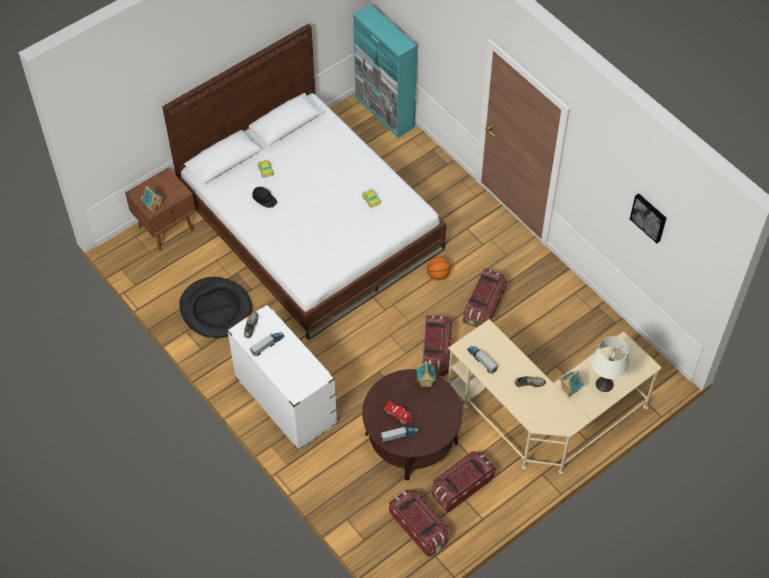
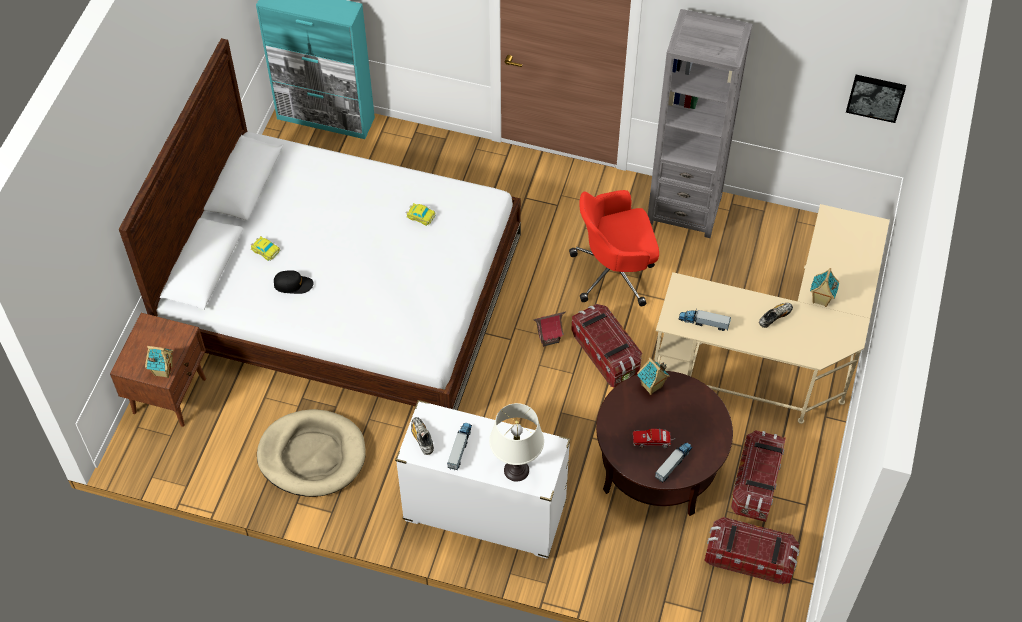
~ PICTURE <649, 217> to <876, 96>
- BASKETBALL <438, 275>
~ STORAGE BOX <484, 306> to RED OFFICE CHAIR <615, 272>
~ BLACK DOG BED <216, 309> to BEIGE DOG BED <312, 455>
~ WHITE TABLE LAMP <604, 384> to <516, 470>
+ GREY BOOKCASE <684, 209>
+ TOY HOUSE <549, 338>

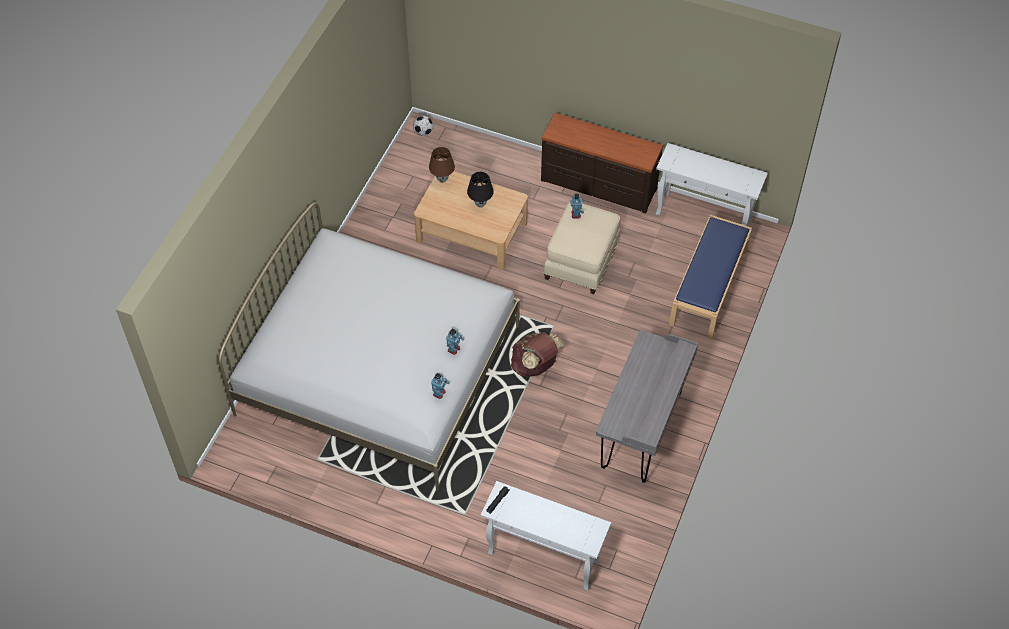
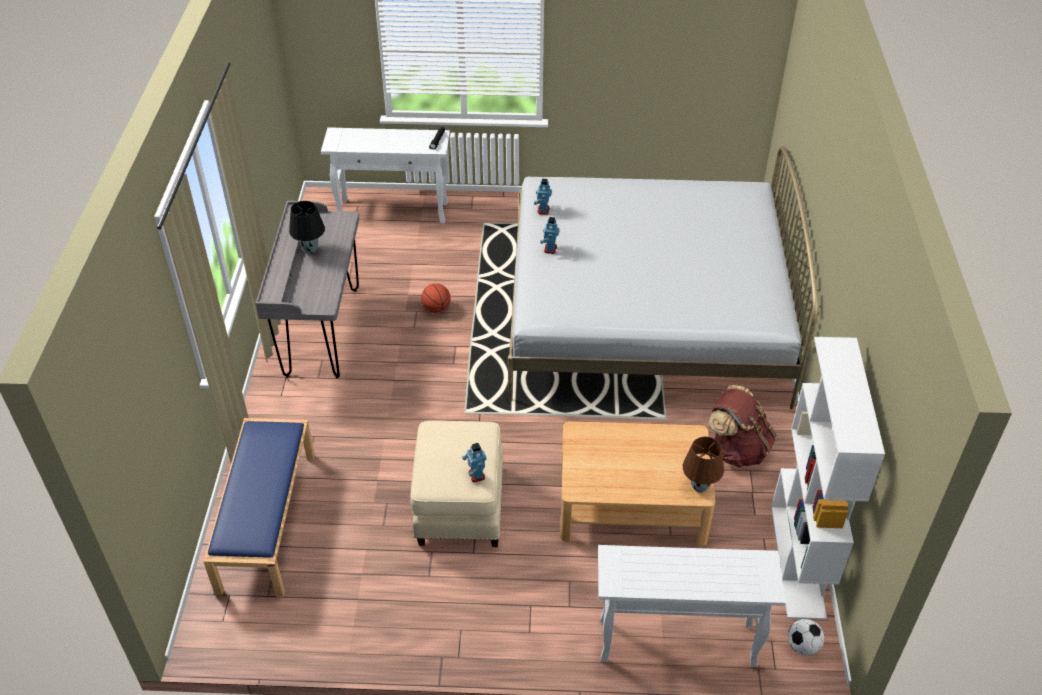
- BROWN DRESSER <598, 185>
~ WHITE CONSOLE TABLE <704, 217> to <675, 643>
~ BLACK TABLE LAMP <481, 204> to <310, 250>
~ BROWN BACKPACK <535, 366> to <737, 449>
+ BASKETBALL <436, 308>
+ WHITE BOOKCASE <798, 561>

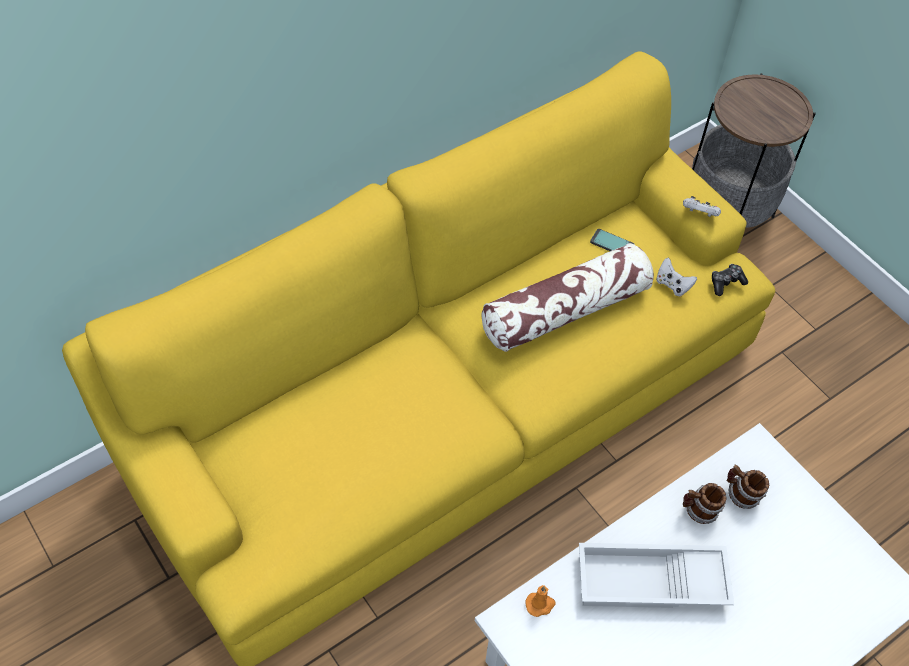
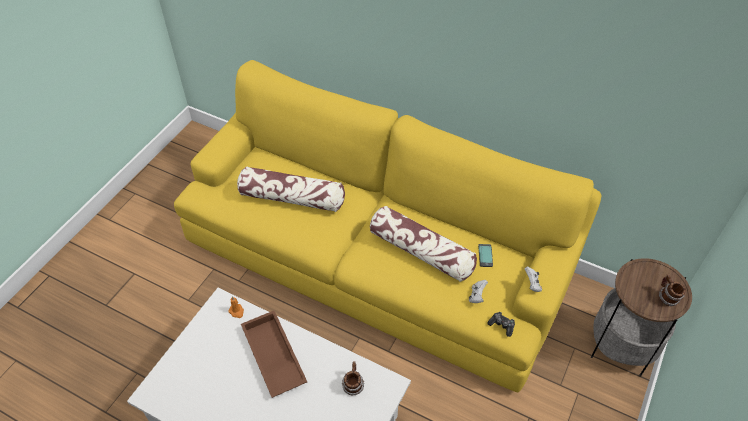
~ MUG <699, 511> to <666, 297>
~ WHITE TRAY <650, 583> to BROWN TRAY <272, 357>
+ PILLOW <292, 198>

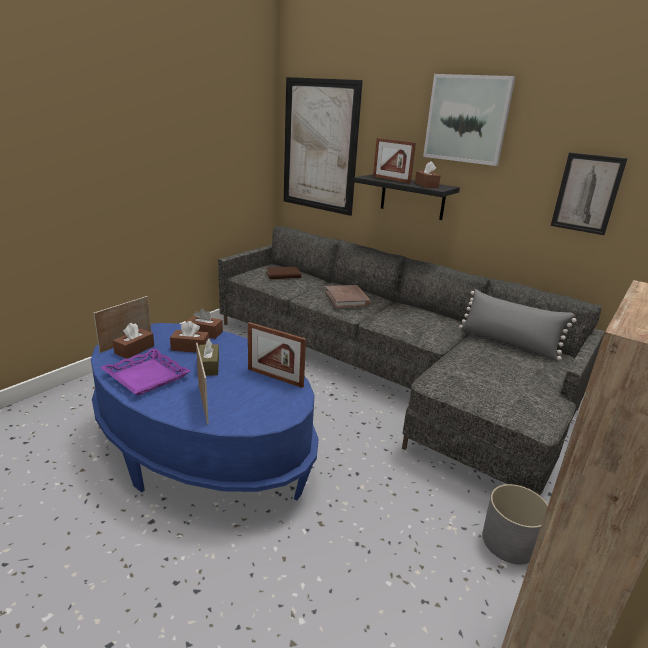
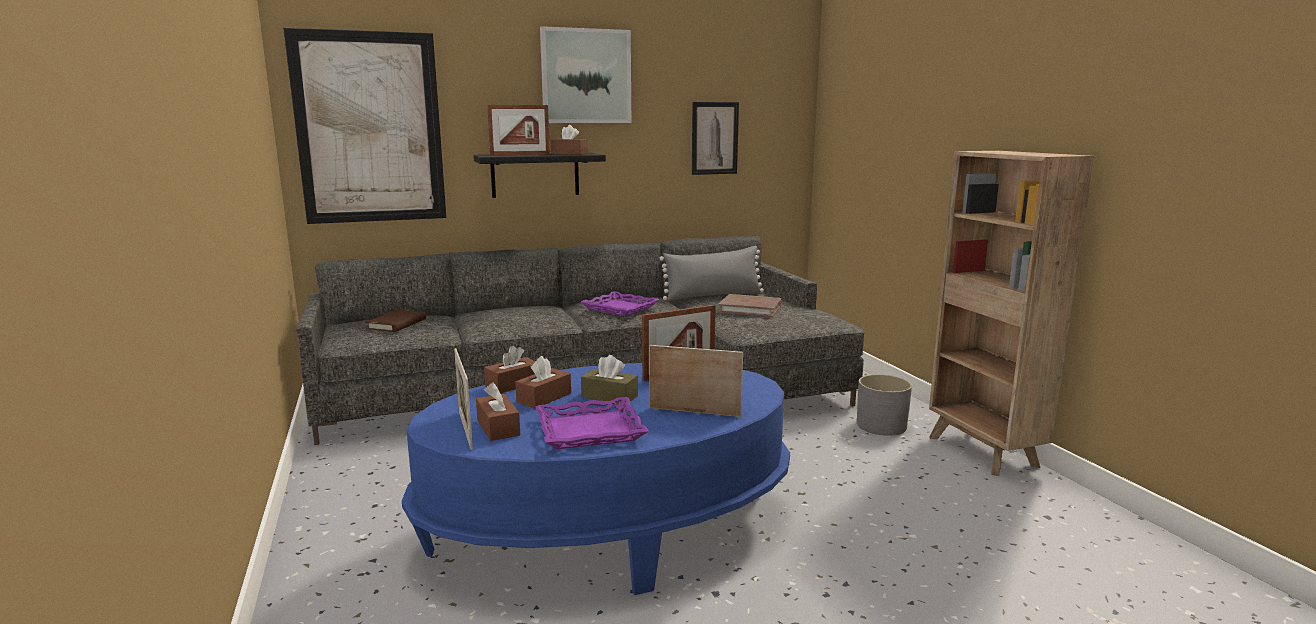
~ BROWN BOOK <347, 299> to <750, 309>
+ PURPLE TRAY <619, 308>

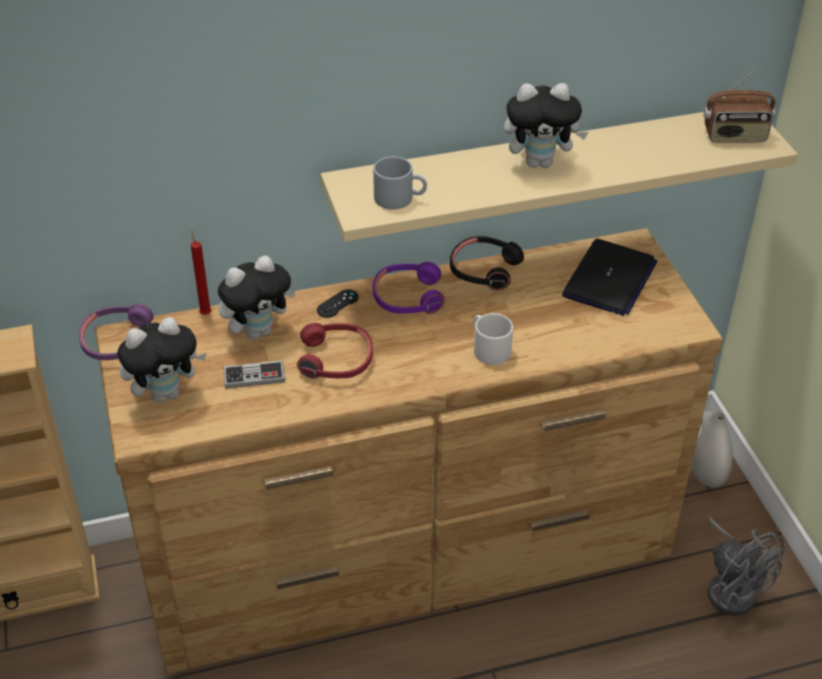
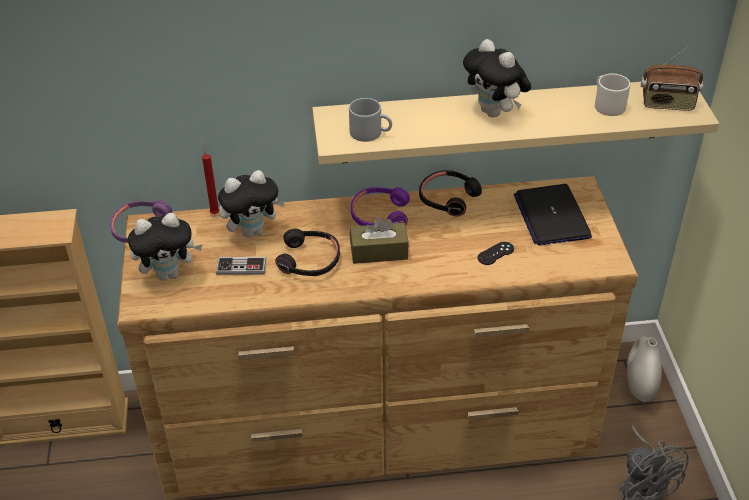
~ PLUSH TOY <540, 162> = <495, 113> 45 degrees clockwise
~ LAPTOP <609, 279> = <551, 216> 135 degrees clockwise
~ BLACK GAME CONTROLLER <337, 304> to <495, 253>
~ WHITE MUG <487, 348> to <606, 104>
~ RED HEADPHONES <336, 359> to BLACK HEADPHONES <309, 260>
+ BROWN TISSUE BOX <379, 252>

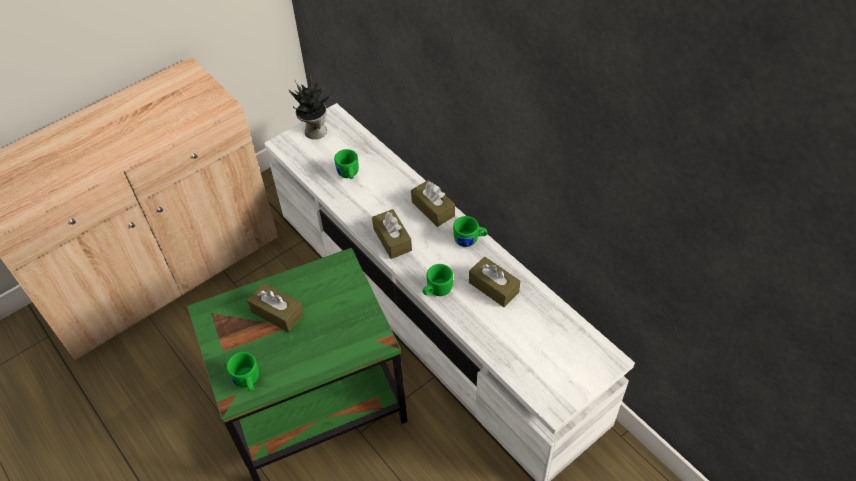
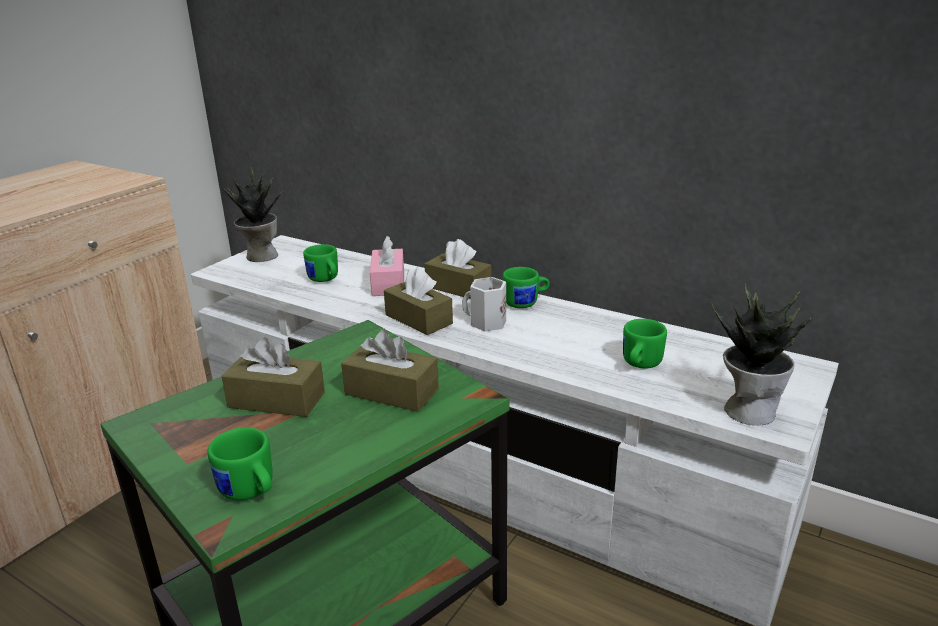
~ BROWN TISSUE BOX <493, 287> to <391, 392>
~ GREEN MUG <436, 290> to <639, 364>
+ PINK TISSUE BOX <388, 283>
+ WHITE MUG <486, 323>
+ POTTED PLANT <749, 410>

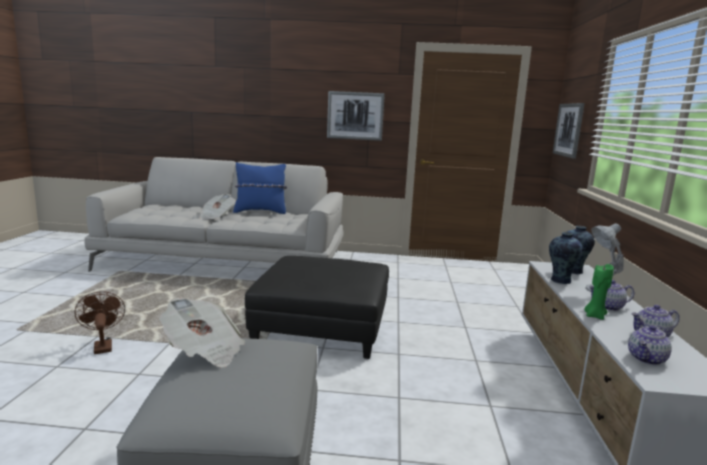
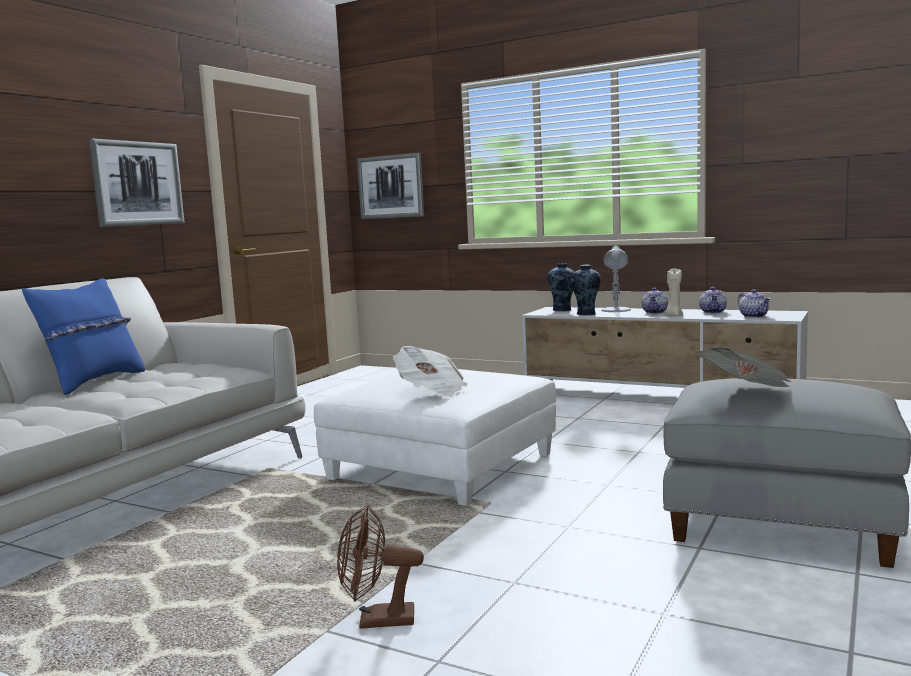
~ NEWSPAPER <216, 216> to <431, 390>
~ BLACK OTTOMAN <323, 326> to WHITE OTTOMAN <443, 466>
~ GREEN CANDLE <594, 316> to BEIGE CANDLE <673, 316>

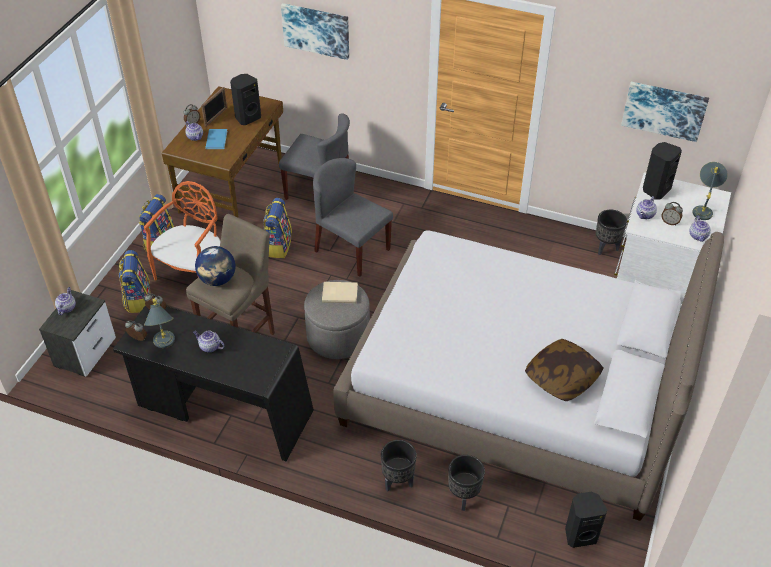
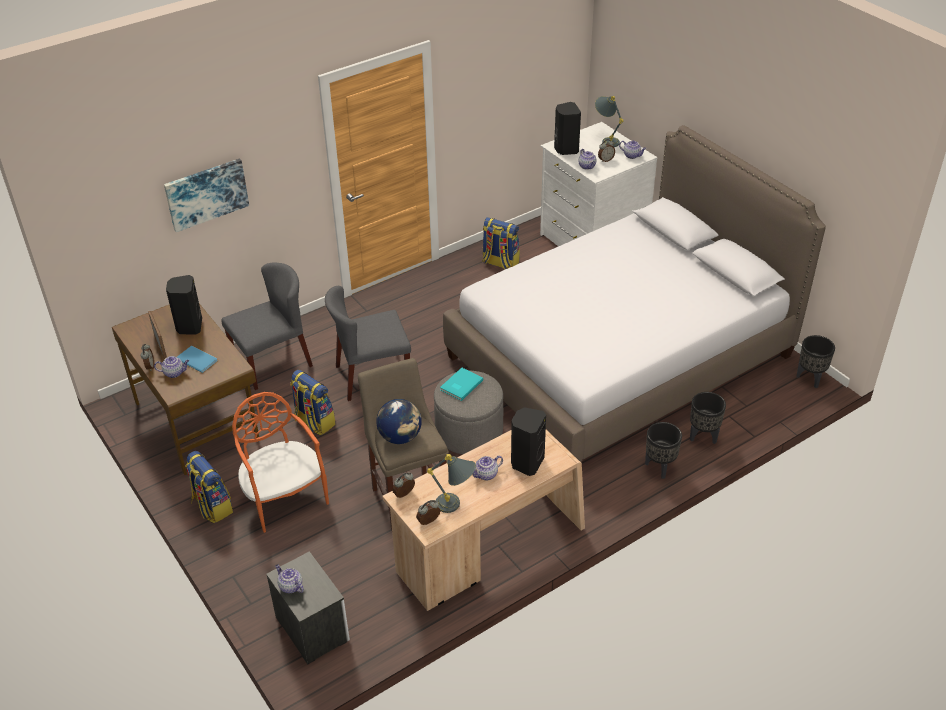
- PICTURE <664, 110>
~ BLACK PLANTER <606, 248> to <810, 378>
~ BACKPACK <138, 299> to <500, 263>
~ BEIGE BOOK <339, 293> to TURQUOISE BOOK <460, 385>
~ BLACK DESK <223, 411> to BEIGE DESK <488, 549>
- PILLOW <562, 378>
~ BLACK SPEAKER <580, 534> to <526, 462>

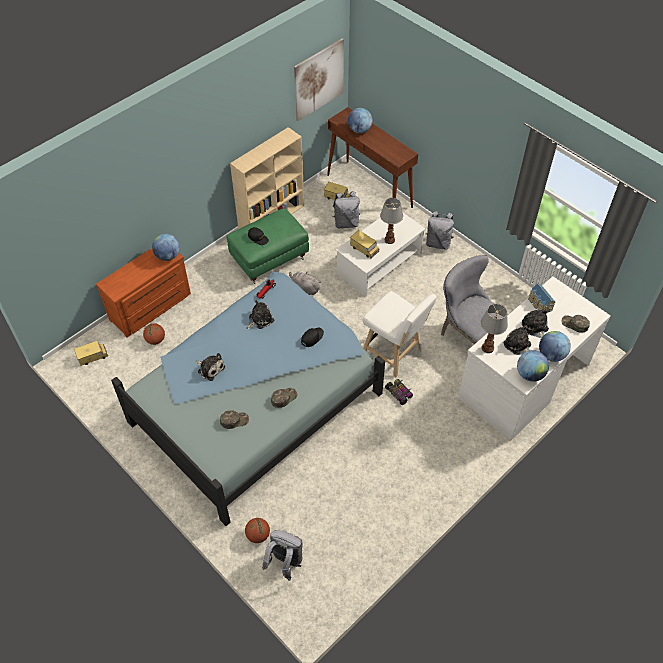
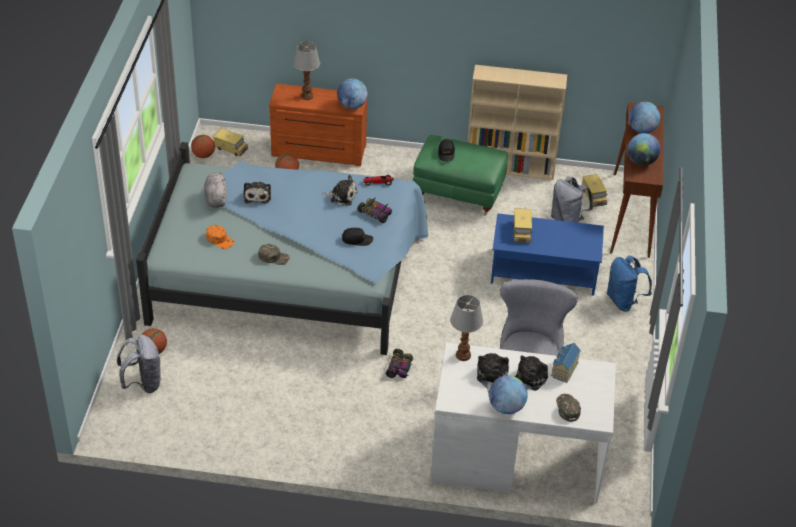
- PICTURE <319, 79>
~ TABLE LAMP <389, 240> to <307, 96>
~ WHITE COFFEE TABLE <379, 263> to BLUE COFFEE TABLE <544, 271>
~ GREY BACKPACK <438, 243> to BLUE BACKPACK <624, 301>
~ GREY PLUSH TOY <304, 288> to <216, 198>
- WHITE STOOL <394, 354>
~ GLOBE <530, 374> to <641, 162>
~ GREEN CAP <234, 420> to ORANGE CAP <220, 239>
+ BASKETBALL <203, 155>
+ TOY CAR <375, 213>

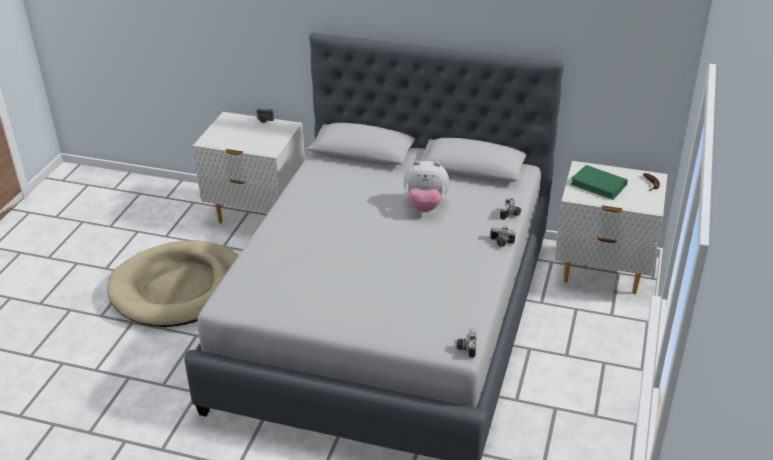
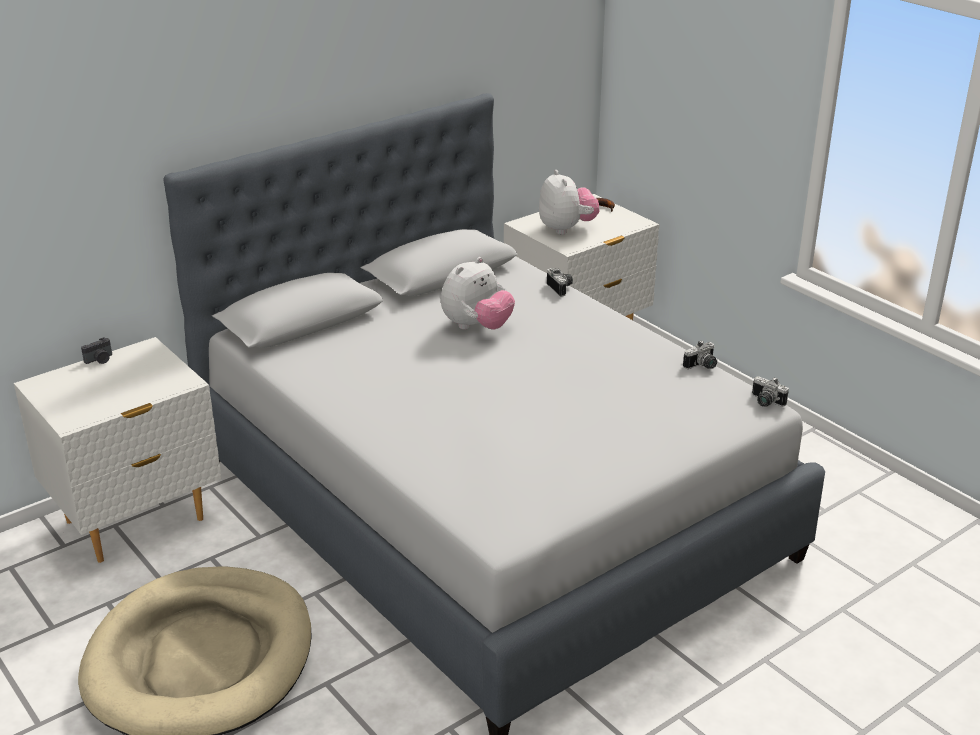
~ GREEN BOOK <598, 185> to PLUSH TOY <566, 229>
~ PHOTO CAMERA <500, 243> to <702, 366>

